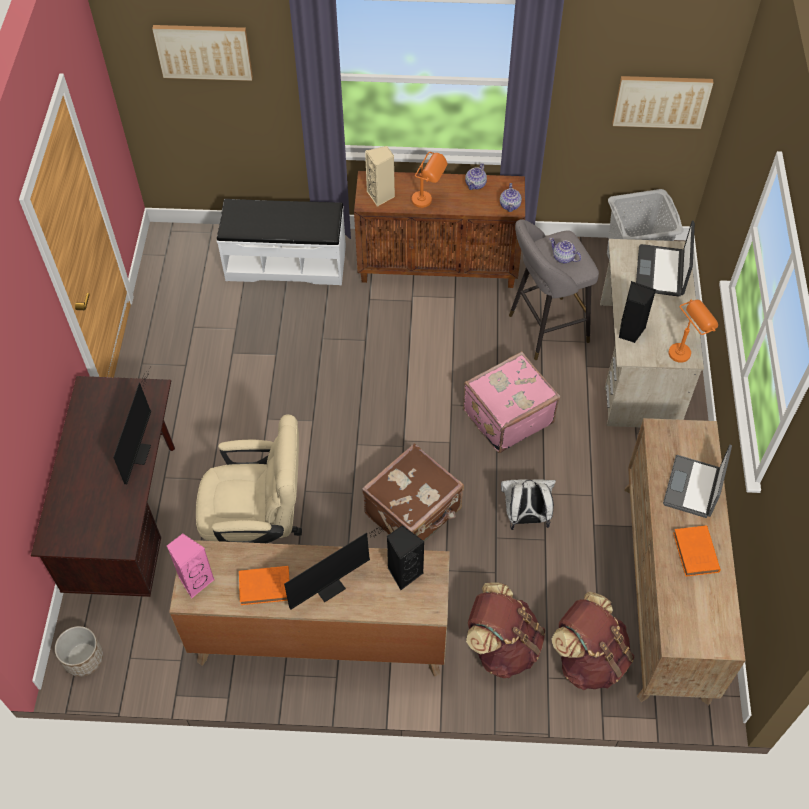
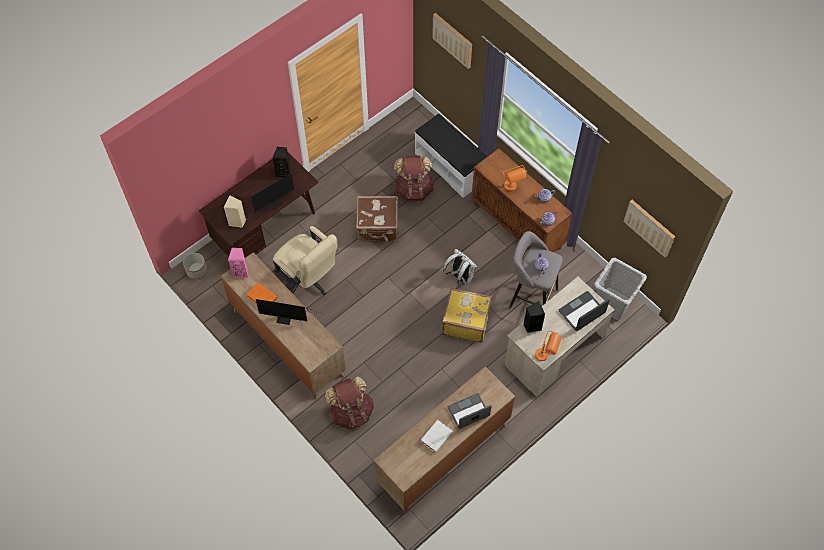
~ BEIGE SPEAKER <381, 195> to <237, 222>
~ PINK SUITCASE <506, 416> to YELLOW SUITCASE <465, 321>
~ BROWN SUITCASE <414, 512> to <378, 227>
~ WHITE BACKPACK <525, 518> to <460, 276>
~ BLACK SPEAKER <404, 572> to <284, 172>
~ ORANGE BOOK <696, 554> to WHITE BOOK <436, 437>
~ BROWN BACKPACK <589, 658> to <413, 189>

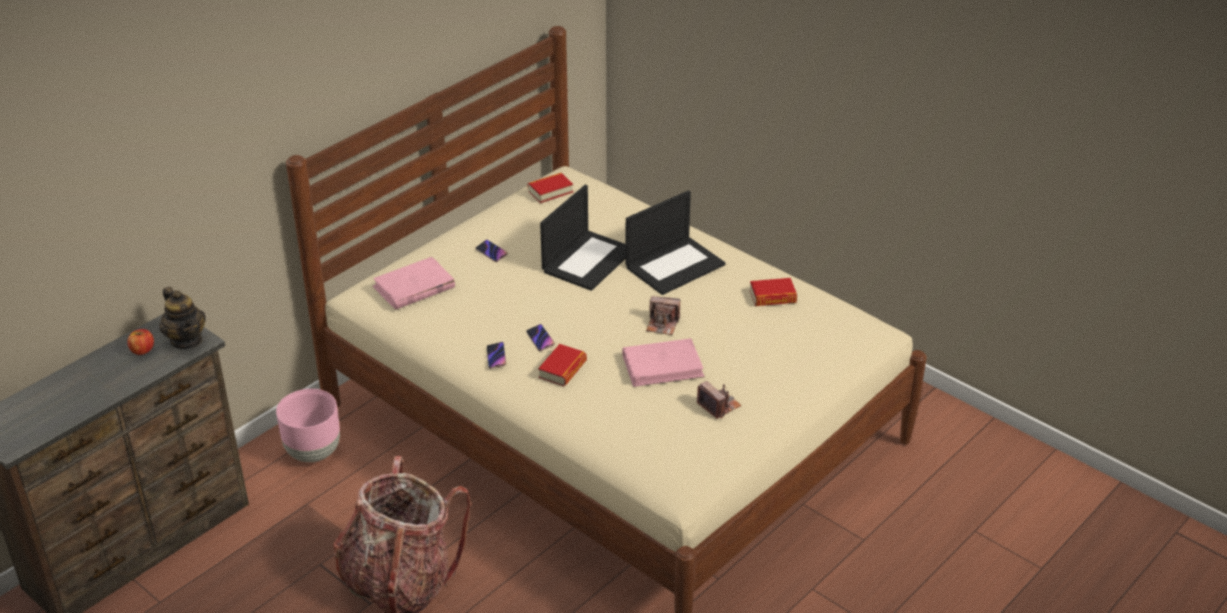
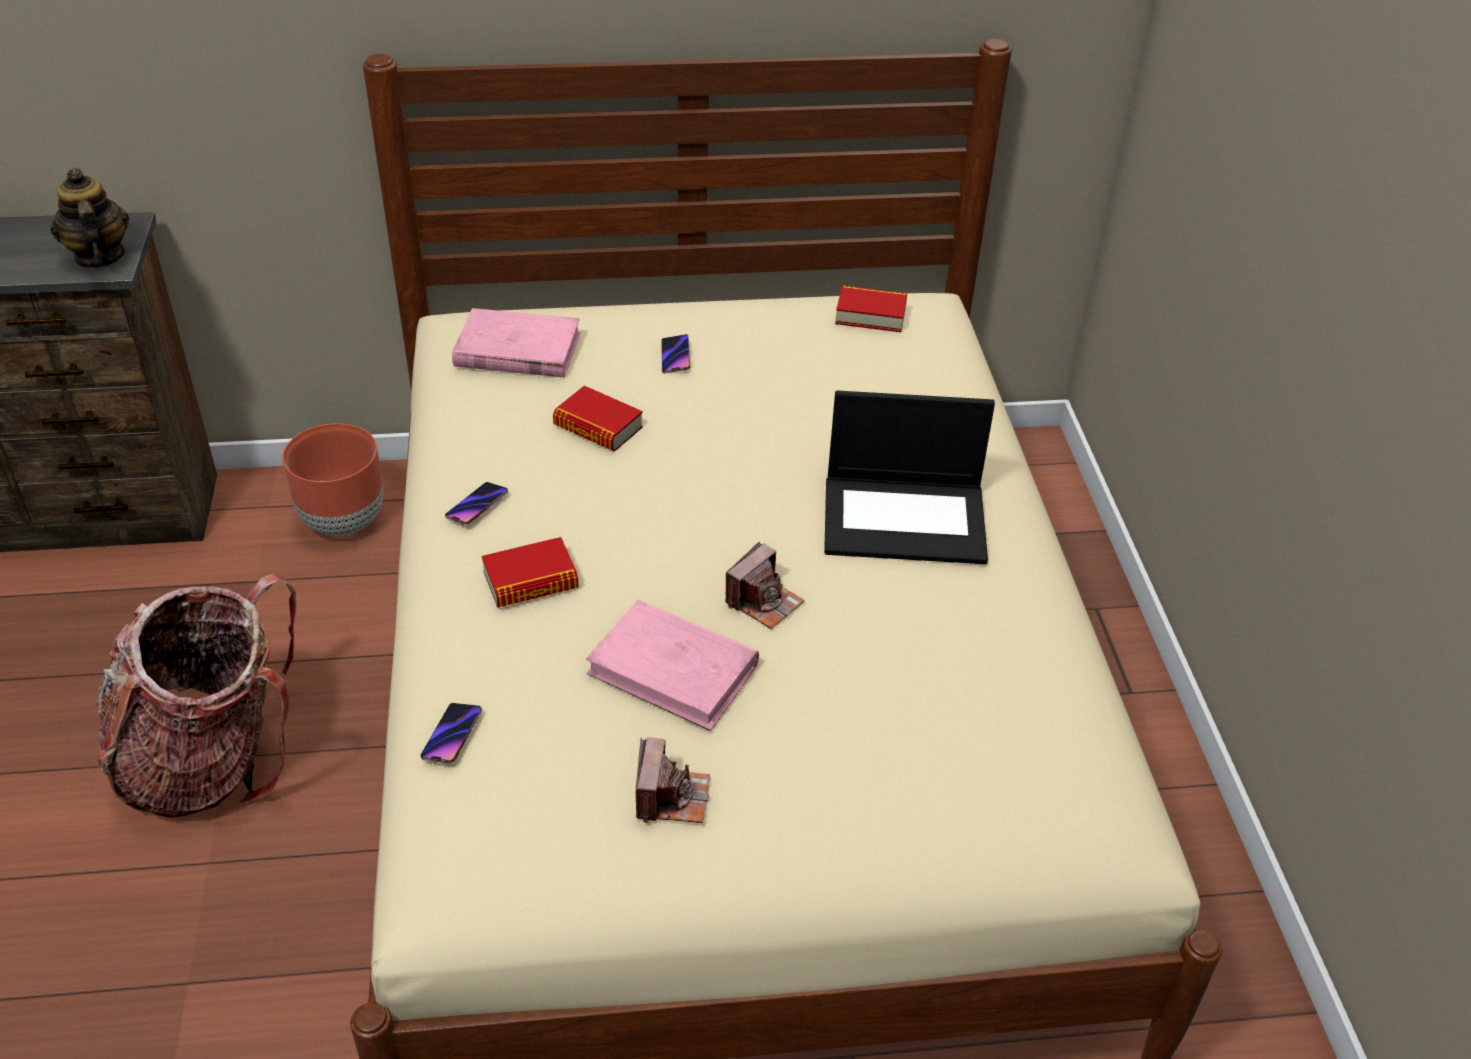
- LAPTOP <588, 260>
~ BOOK <772, 297> to <598, 426>
~ TEAPOT <186, 340> = <99, 257> 150 degrees clockwise
~ PHOTO CAMERA <662, 324> = <764, 602> 105 degrees counterclockwise
~ PHONE <540, 339> to <452, 736>
- APPLE <142, 350>
~ PINK PLANTER <314, 452> to BROWN PLANTER <344, 521>

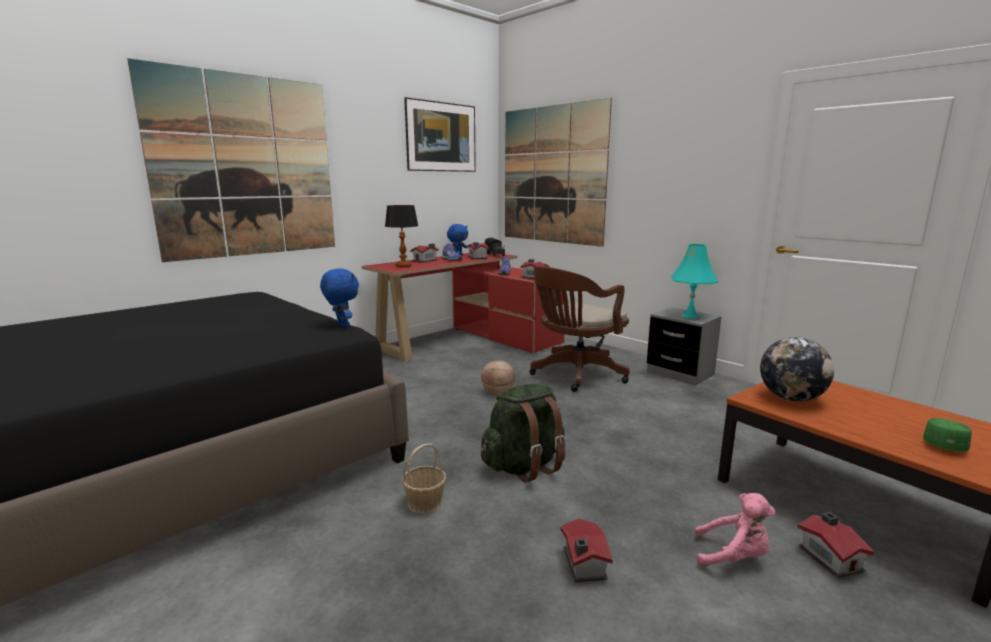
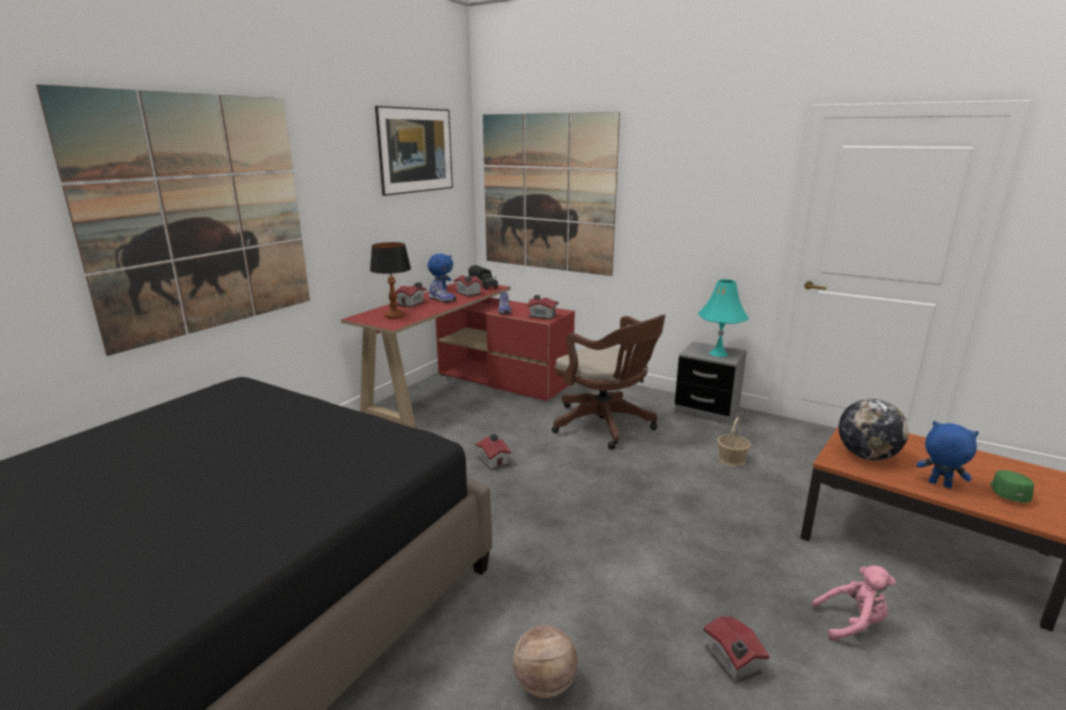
~ BROWN OFFICE CHAIR <575, 375> = <606, 426> 75 degrees counterclockwise
~ BLUE PLUSH TOY <342, 326> to <939, 485>
~ BASKETBALL <497, 393> to <544, 685>
- GREEN BACKPACK <524, 466>
~ BASKET <425, 502> to <731, 460>
~ TOY HOUSE <830, 557> to <493, 460>

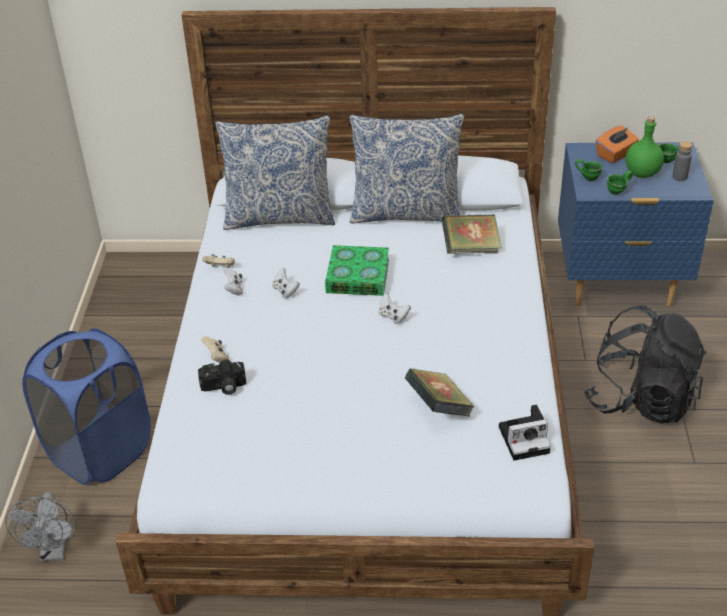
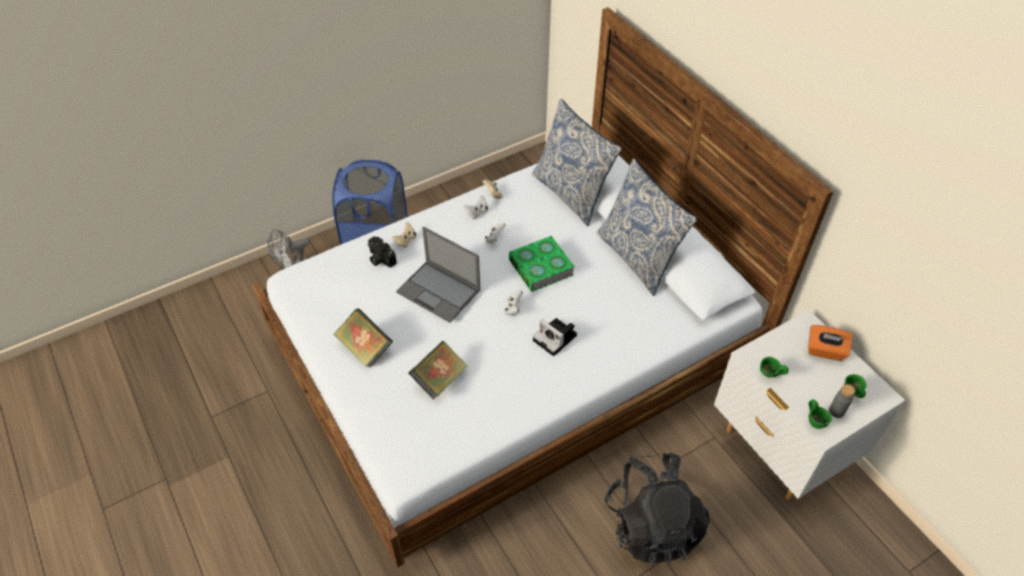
- GREEN BOTTLE <642, 173>
~ BLUE NIGHTSTAND <619, 285> to WHITE NIGHTSTAND <780, 450>
~ GREEN MUG <588, 178> to <815, 421>
~ BOOK <471, 248> to <365, 348>
~ PHOTO CAMERA <525, 439> to <556, 338>
+ LAPTOP <439, 291>

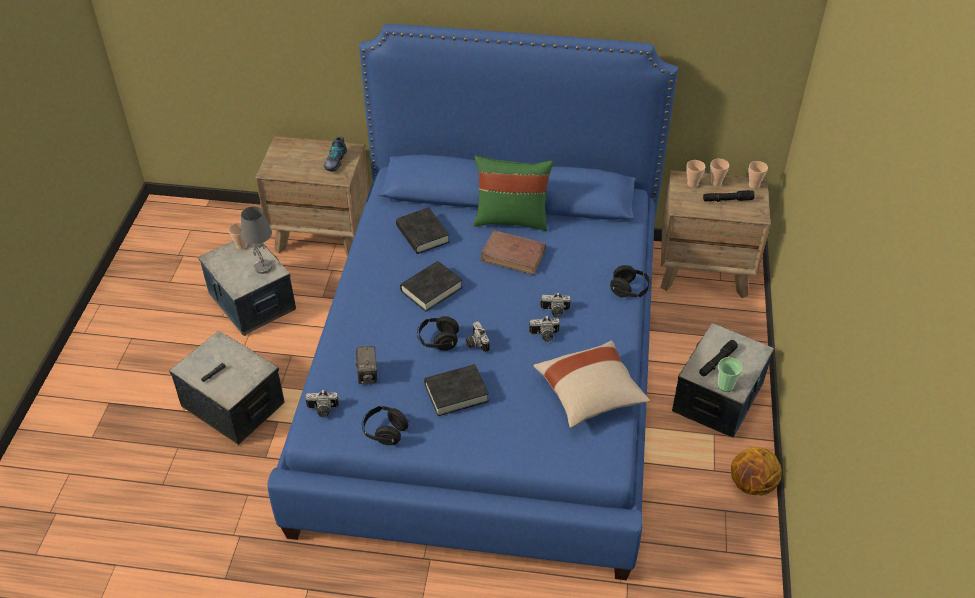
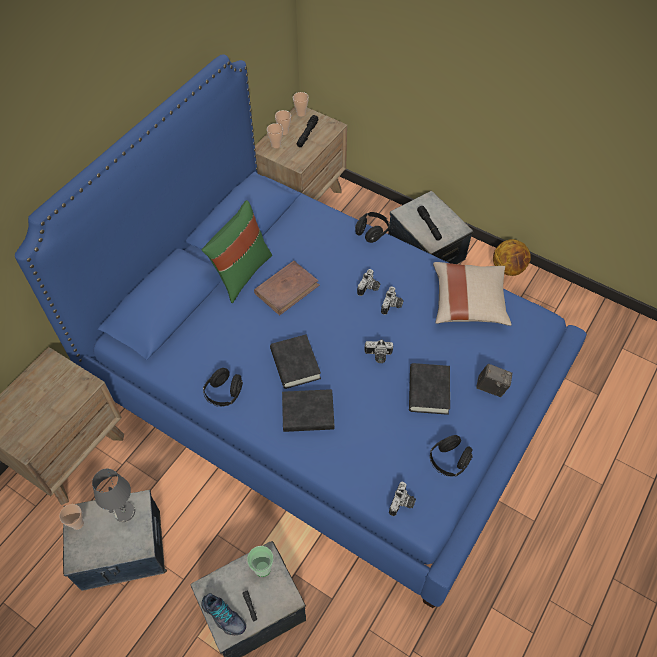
~ SHOE <335, 160> to <223, 616>
~ BLACK BOOK <422, 234> to <308, 413>
~ BLACK HEADPHONES <438, 341> to <224, 393>
~ PHOTO CAMERA <367, 374> to <491, 387>
~ CUP <725, 385> to <262, 568>

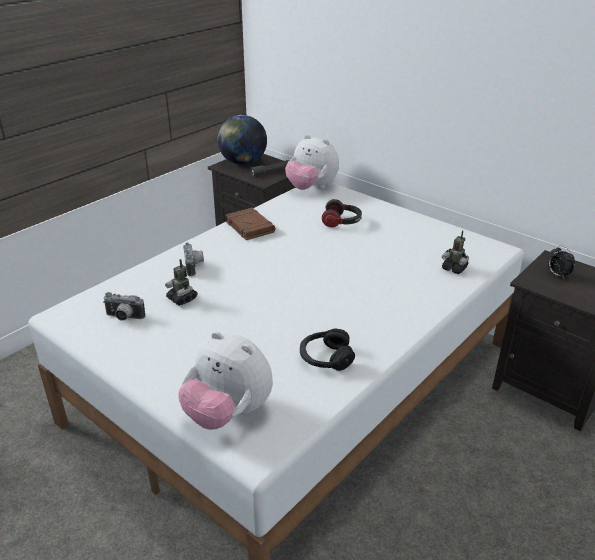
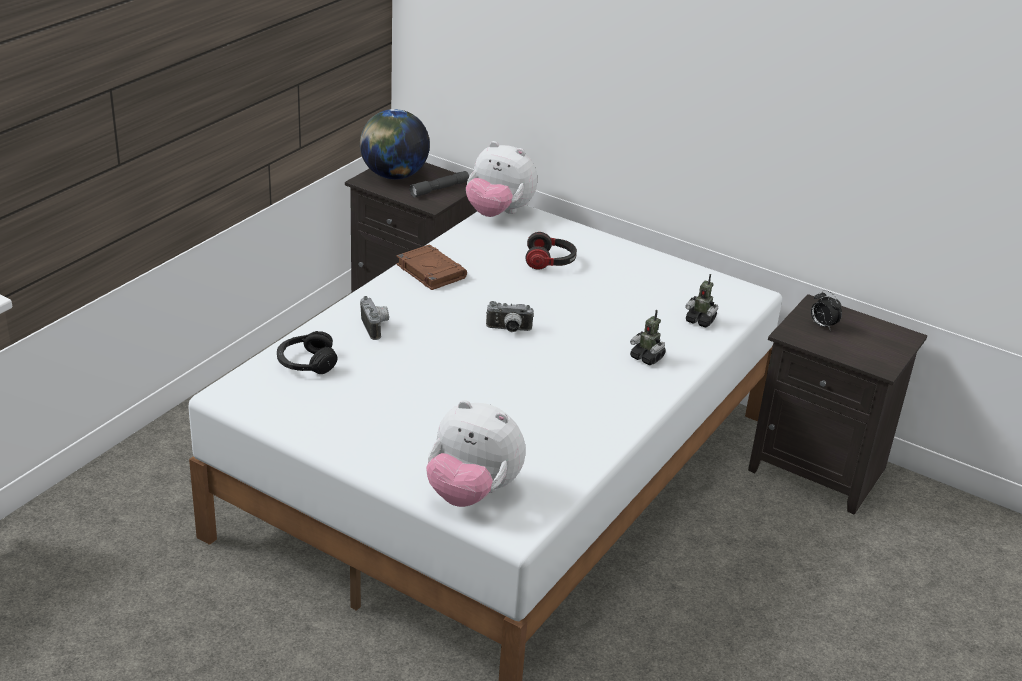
~ TOY ROBOT <182, 299> to <647, 357>
~ PHOTO CAMERA <124, 318> to <508, 330>
~ BLACK HEADPHONES <325, 358> to <306, 363>

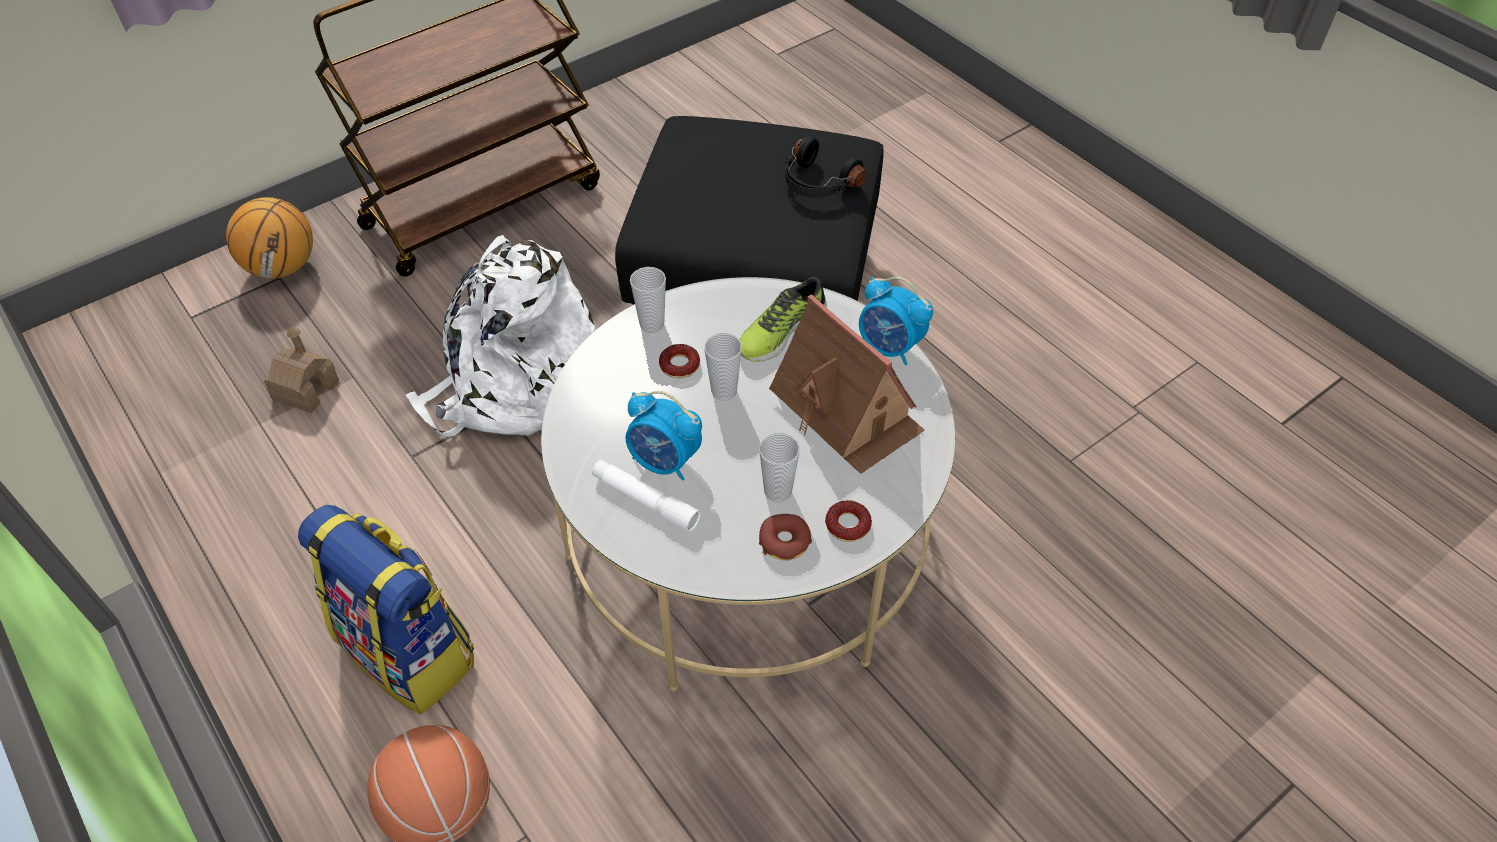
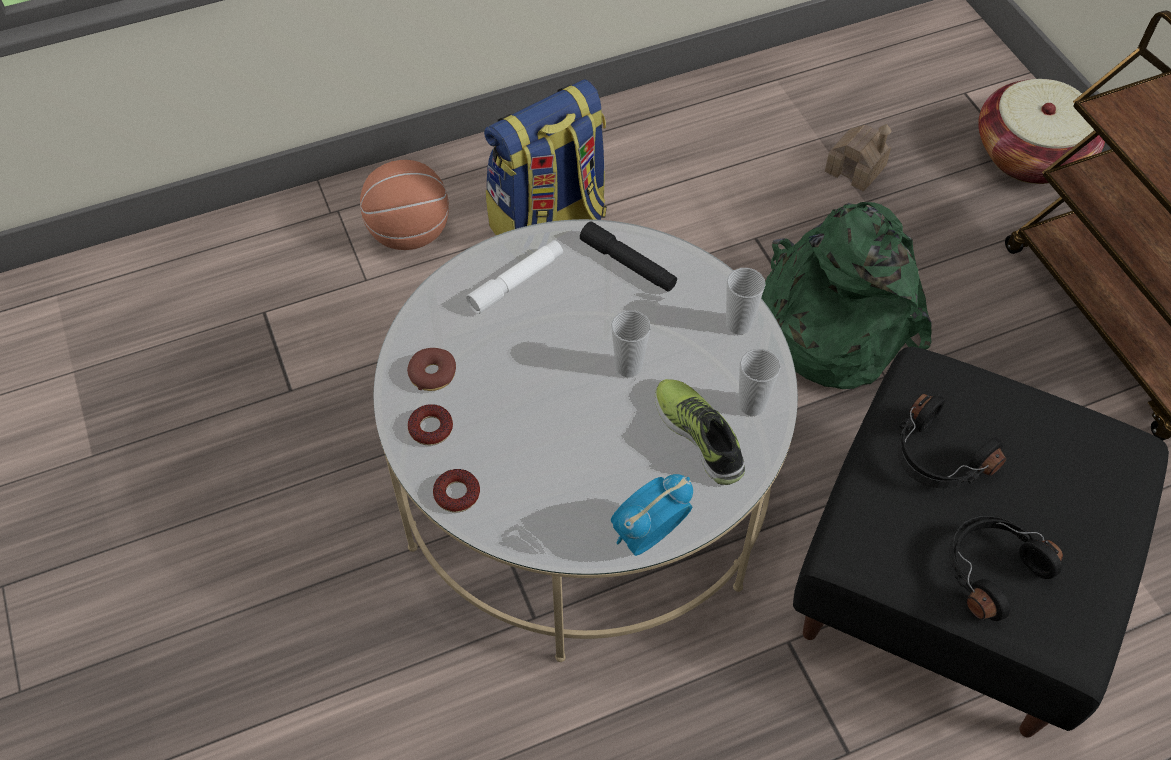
~ BASKETBALL <283, 267> to BASKET <1030, 155>
~ WHITE BACKPACK <514, 385> to GREEN BACKPACK <830, 323>
- TOY HOUSE <847, 411>
~ DONUT <679, 365> to <457, 494>
- ALARM CLOCK <665, 461>
~ CUP <778, 491> to <751, 405>
+ BLACK FLASHLIGHT <628, 264>
+ BLACK HEADPHONES <937, 457>

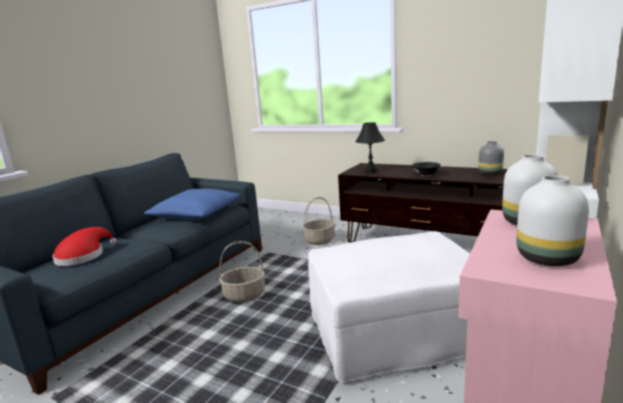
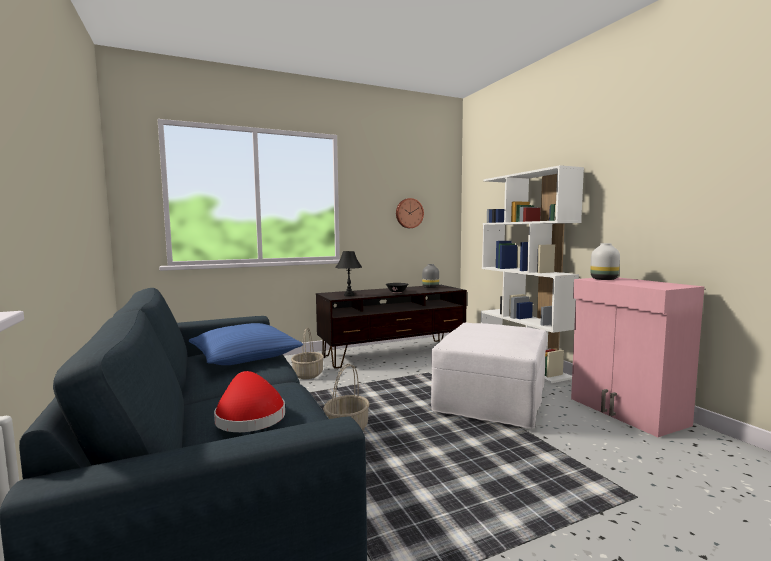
- WHITE VASE <549, 259>
+ WALL CLOCK <409, 213>

